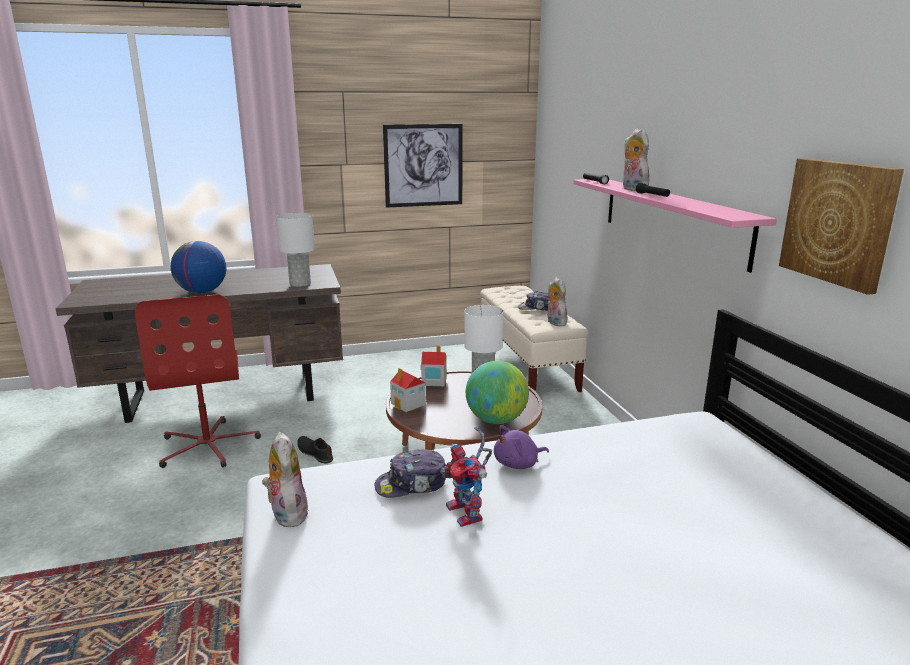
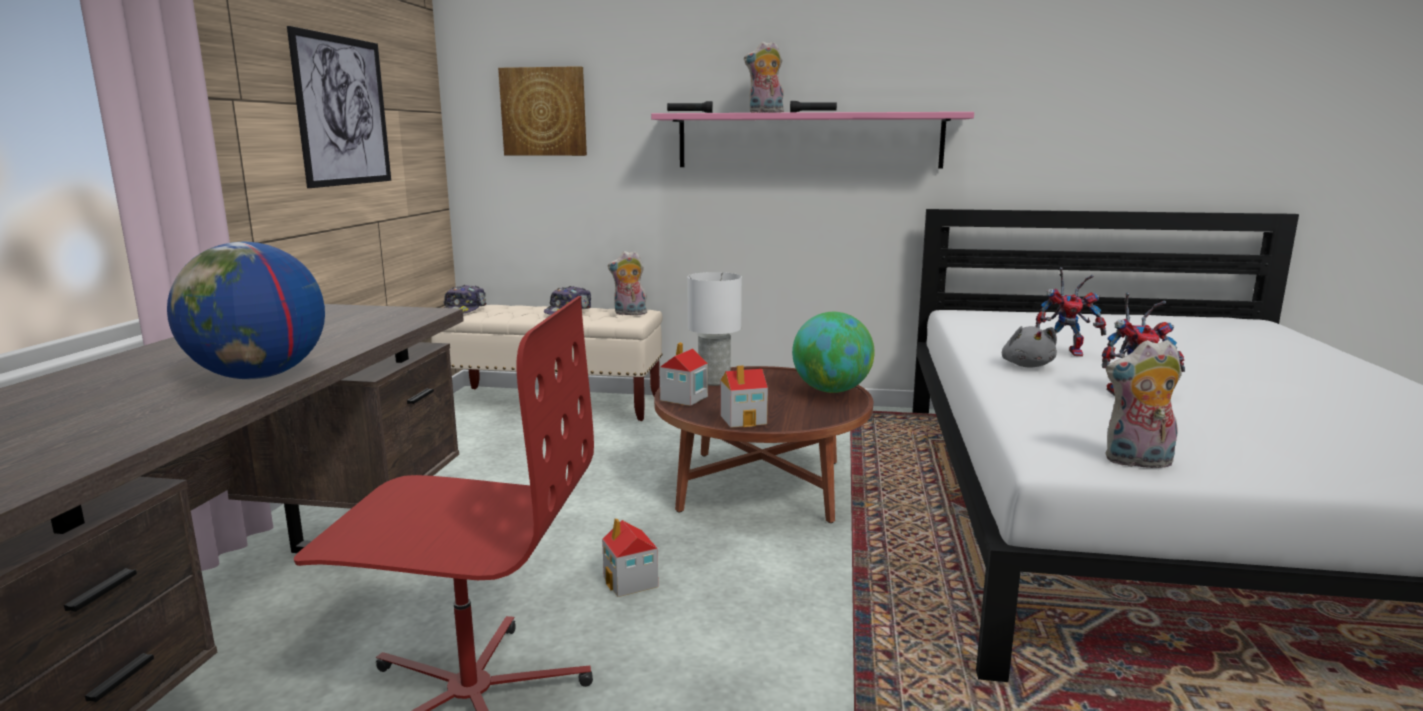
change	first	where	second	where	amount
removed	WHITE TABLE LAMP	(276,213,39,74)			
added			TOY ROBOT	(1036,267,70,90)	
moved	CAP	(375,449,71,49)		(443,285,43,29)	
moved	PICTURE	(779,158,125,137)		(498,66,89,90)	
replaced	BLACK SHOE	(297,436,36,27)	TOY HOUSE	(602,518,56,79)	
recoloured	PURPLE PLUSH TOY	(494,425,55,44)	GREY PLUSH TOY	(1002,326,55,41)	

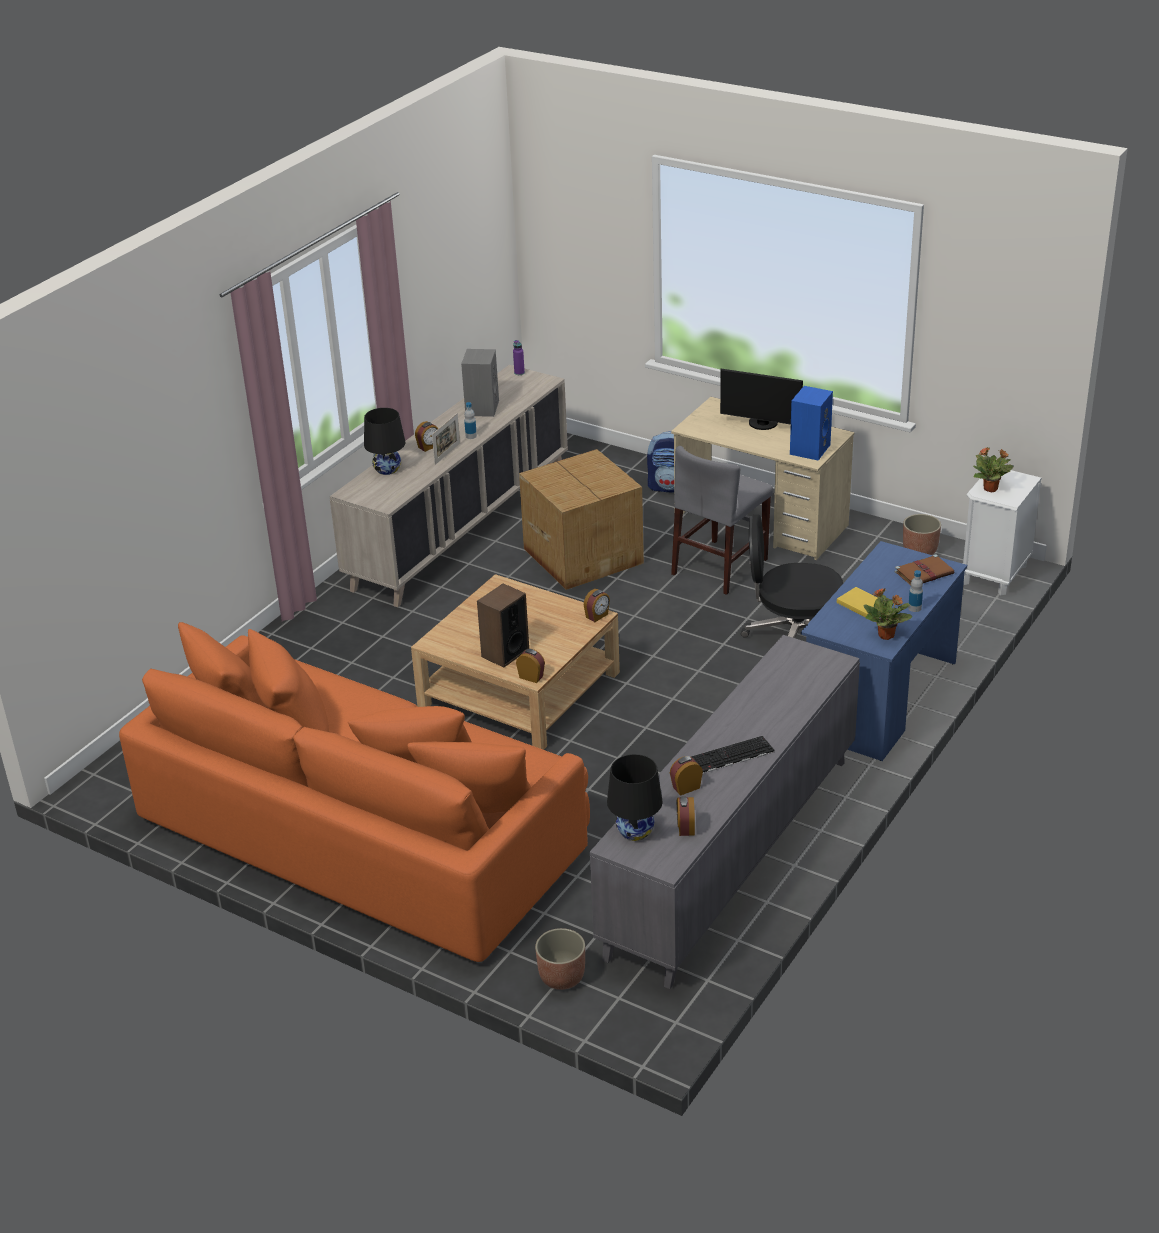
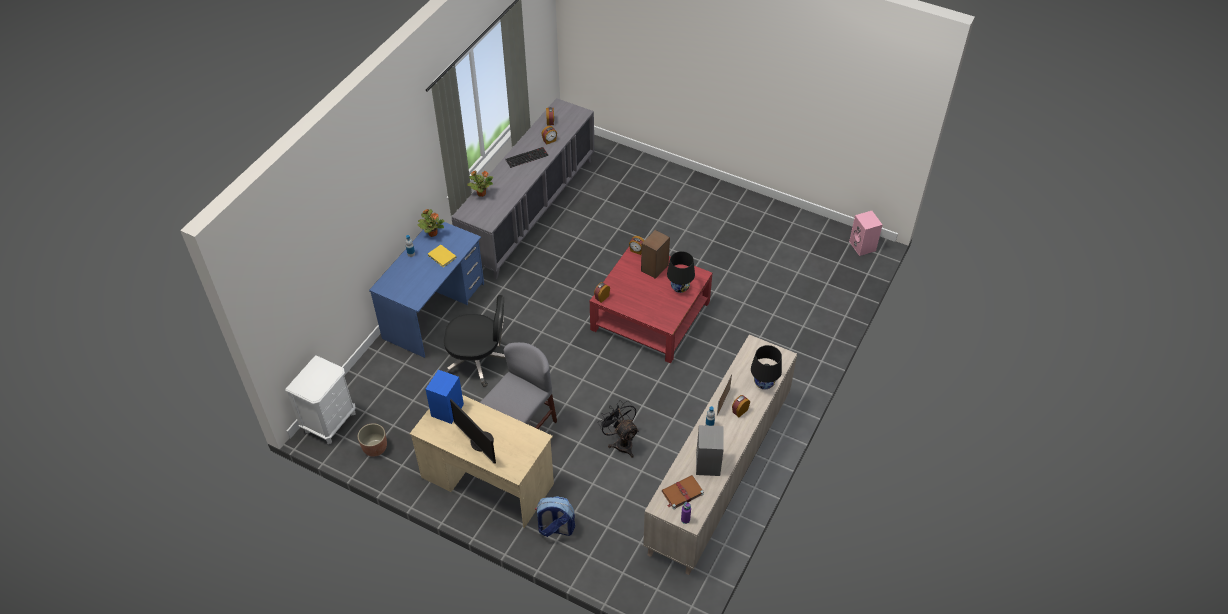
change	first	where	second	where	amount
removed	ORANGE SOFA	(119,622,471,340)			
removed	PLANTER	(535,928,50,62)			
added			PINK SPEAKER	(849,211,34,45)	
moved	BLACK TABLE LAMP	(607,754,56,87)		(667,251,28,42)	
moved	BROWN BOOK	(895,554,59,32)		(662,475,42,34)	
moved	POTTED PLANT	(973,447,40,45)		(467,170,26,27)	
replaced	CARDBOARD BOX	(519,449,125,141)	BLACK FAN	(598,400,41,58)	
recoloured	BEIGE COFFEE TABLE	(411,574,209,176)	RED COFFEE TABLE	(590,247,122,116)	
turned	MONITOR	(720,369,83,61)		(450,399,46,65)	150 degrees counterclockwise

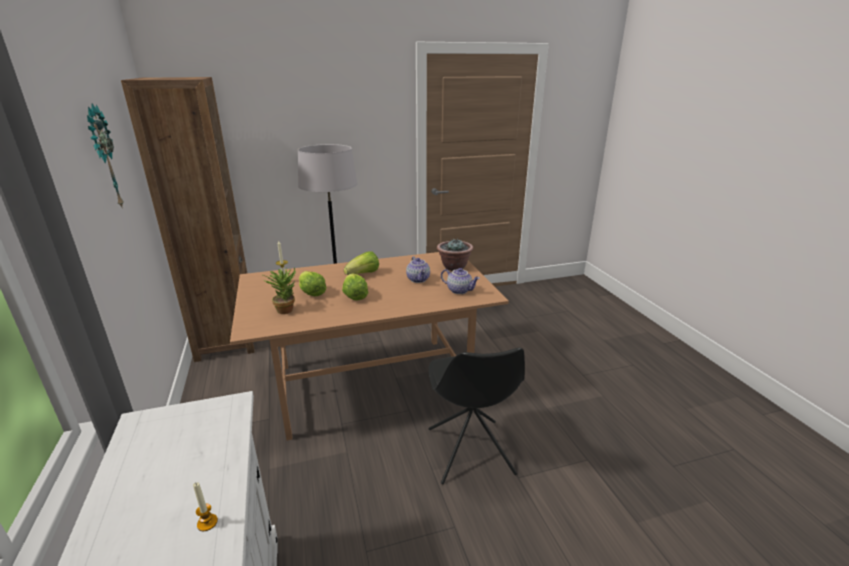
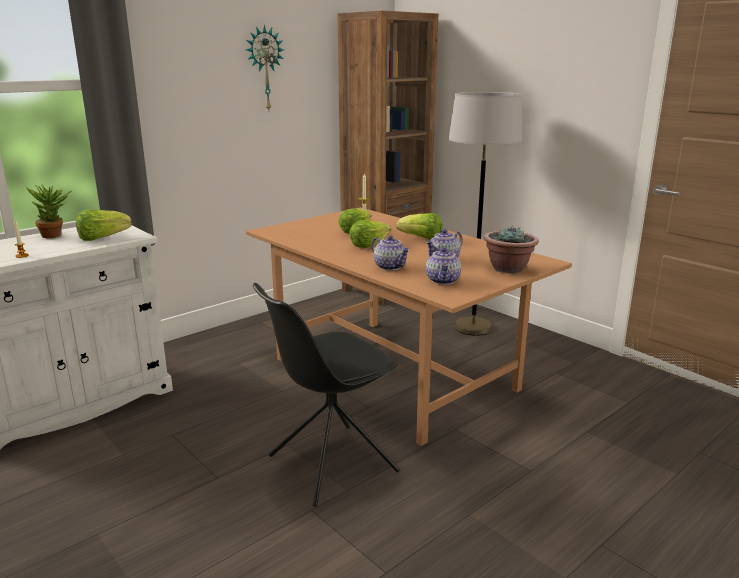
change	first	where	second	where	amount
added			LETTUCE	(76,210,56,31)	
added			TEAPOT	(372,236,38,35)	
moved	POTTED PLANT	(263,267,33,47)		(26,185,46,53)	

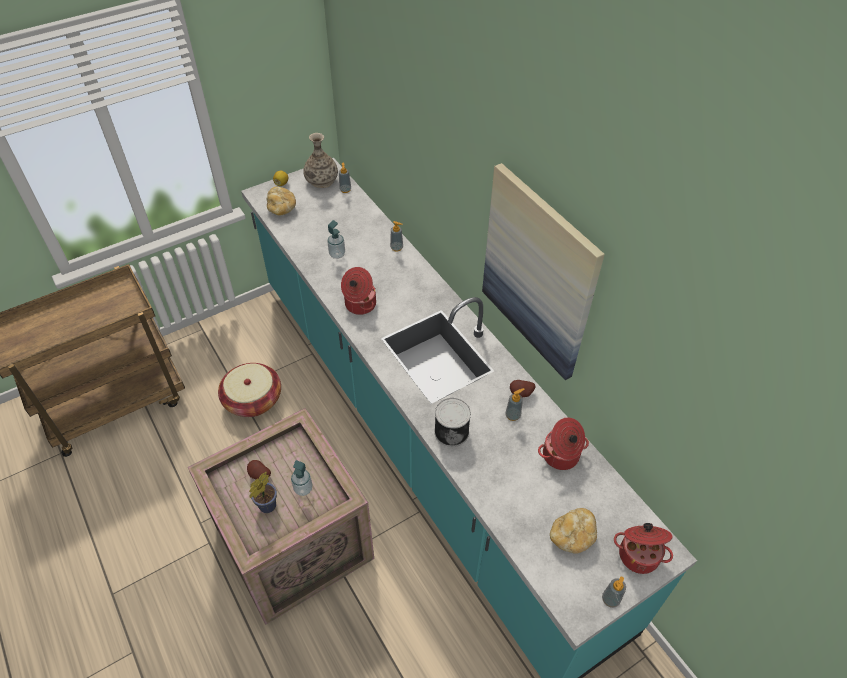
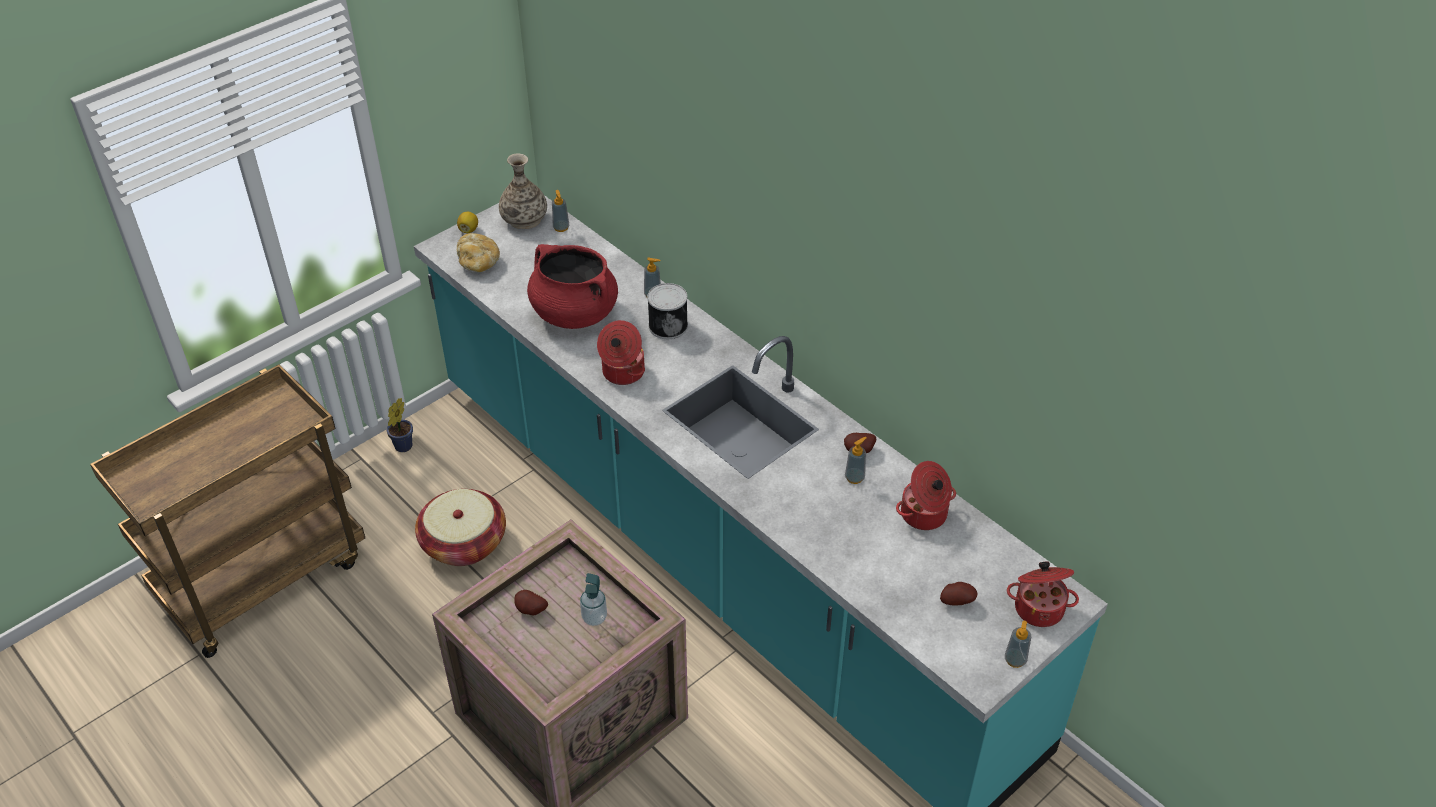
change	first	where	second	where	amount
removed	PICTURE	(482,163,123,217)			
moved	POTTED PLANT	(249,472,28,41)		(386,398,27,54)	
moved	CAN	(434,398,37,49)		(647,283,41,56)	
replaced	SOAP DISPENSER	(327,220,18,39)	RED COOKING POT	(527,244,91,85)	
replaced	BREAD	(550,508,47,46)	POTATO	(940,582,37,23)	

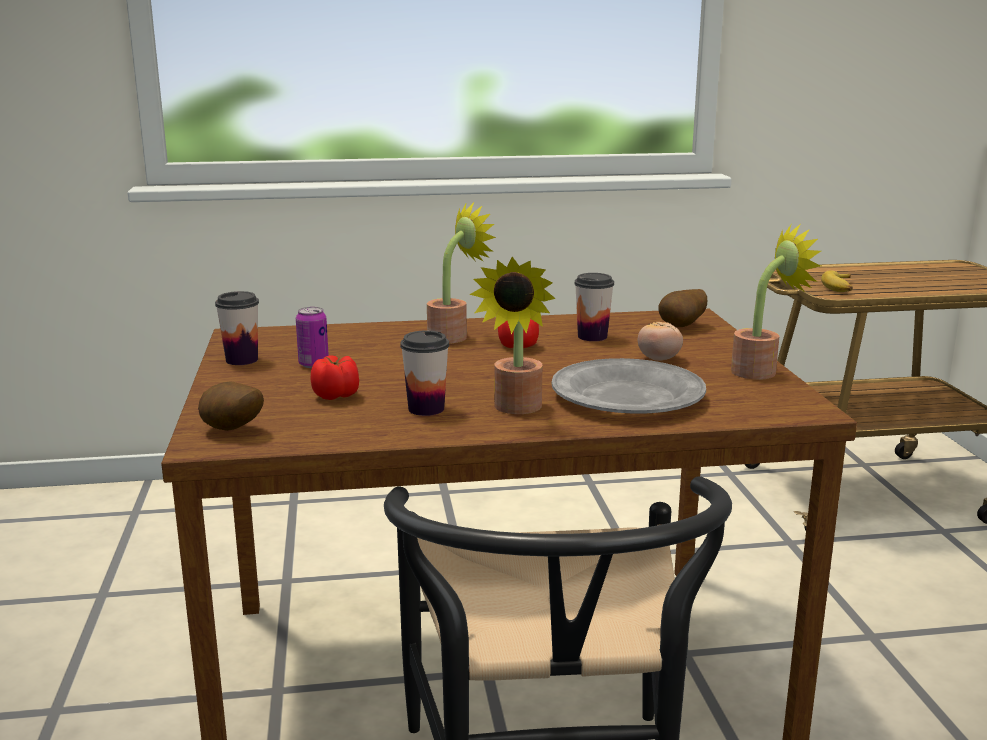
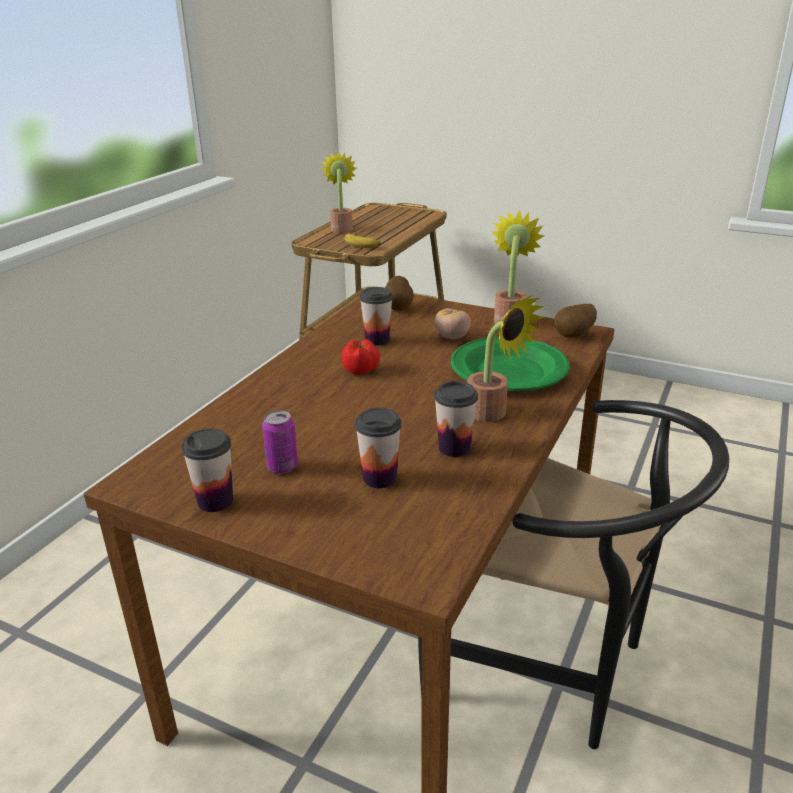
change	first	where	second	where	amount
moved	POTATO	(198,382,66,49)		(554,304,43,34)	
moved	POTTED PLANT	(427,201,69,143)		(321,151,36,82)	
replaced	TOMATO	(311,355,48,45)	CUP	(355,407,47,81)	
recoloured	GREY PLATE	(551,358,155,56)	GREEN PLATE	(451,337,118,54)	

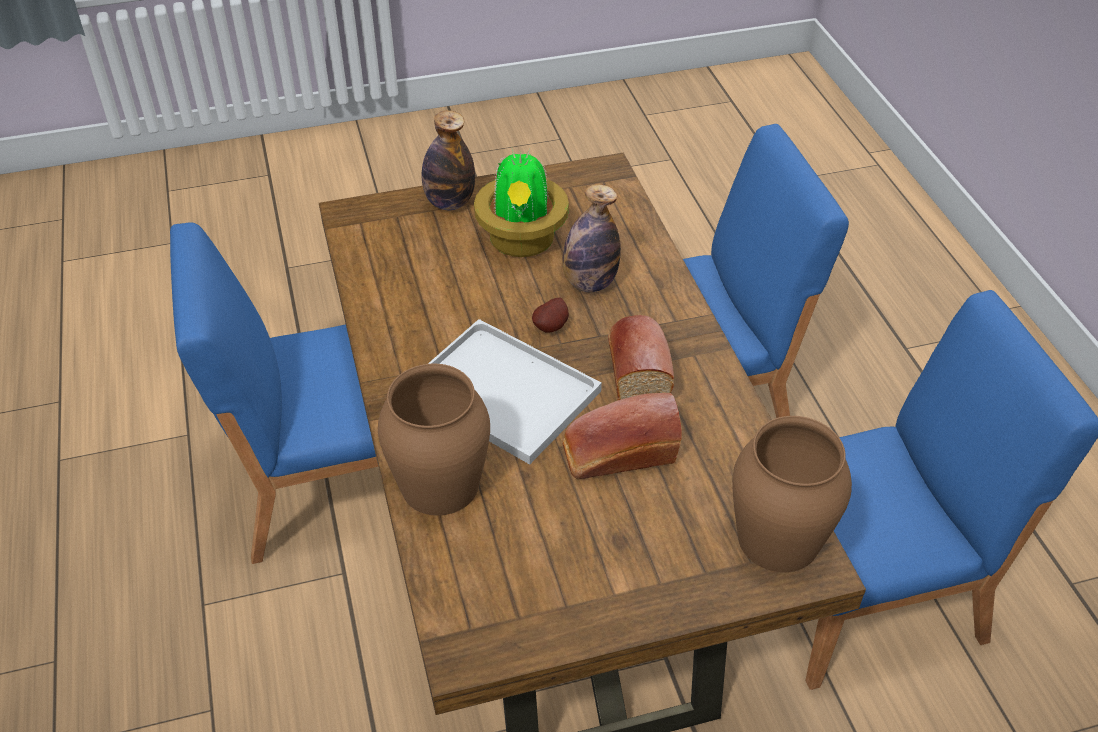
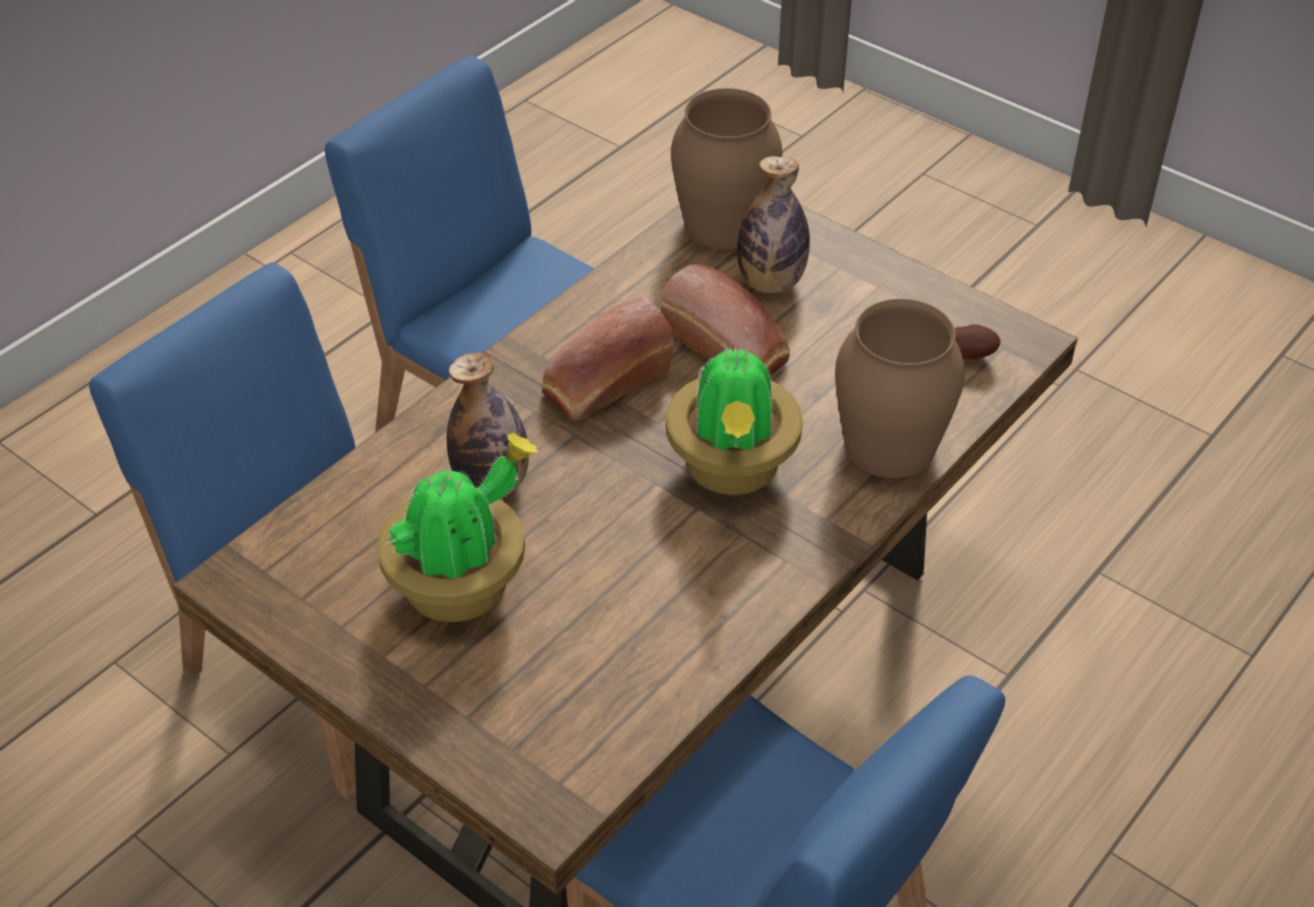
change	first	where	second	where	amount
moved	BOTTLE	(421,110,54,100)		(737,156,73,137)	
moved	POTATO	(532,298,37,35)		(954,324,47,35)	
replaced	WHITE TRAY	(428,319,174,145)	POTTED PLANT	(666,344,137,151)	

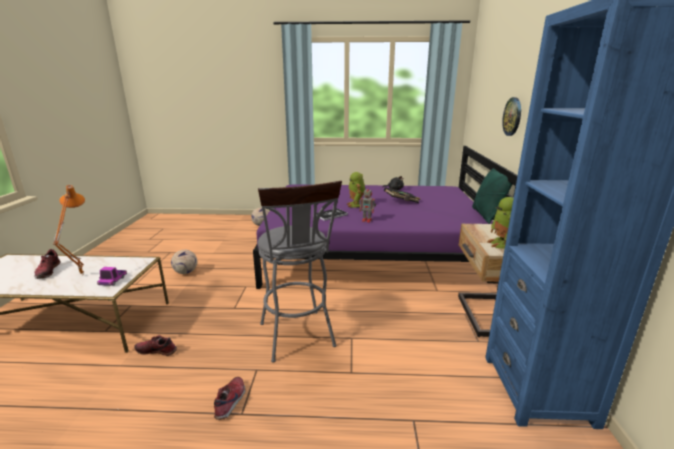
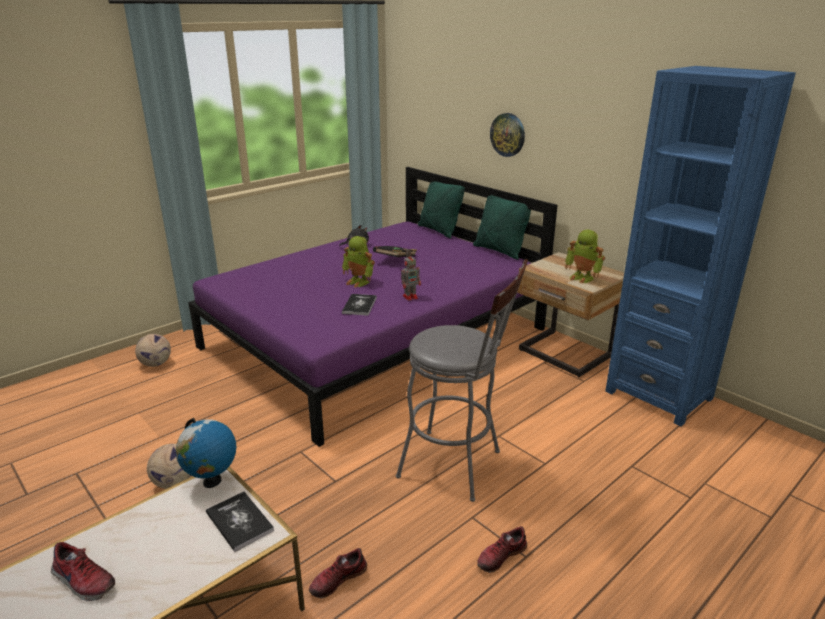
change	first	where	second	where	amount
removed	ORANGE TABLE LAMP	(53,185,32,91)			
added			GLOBE	(176,418,60,70)	
added			GREEN PILLOW	(418,181,47,58)	
replaced	TOY TRUCK	(97,267,30,19)	BOOK	(206,491,68,61)	
turned	SHOE	(214,377,32,43)		(477,526,50,47)	90 degrees counterclockwise

